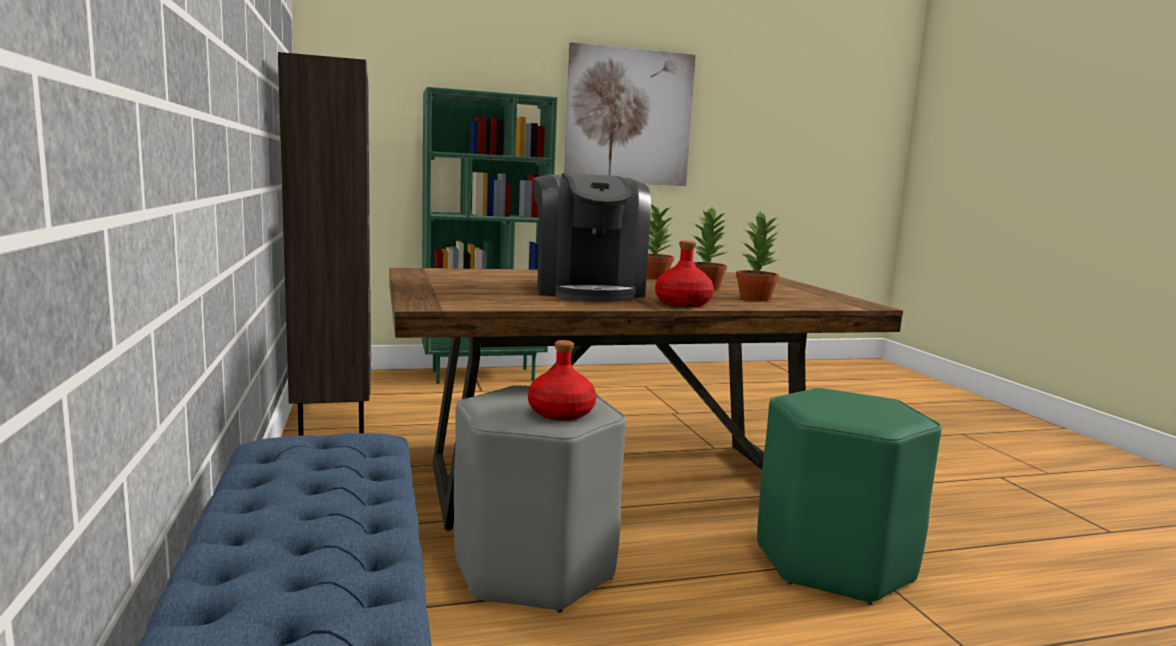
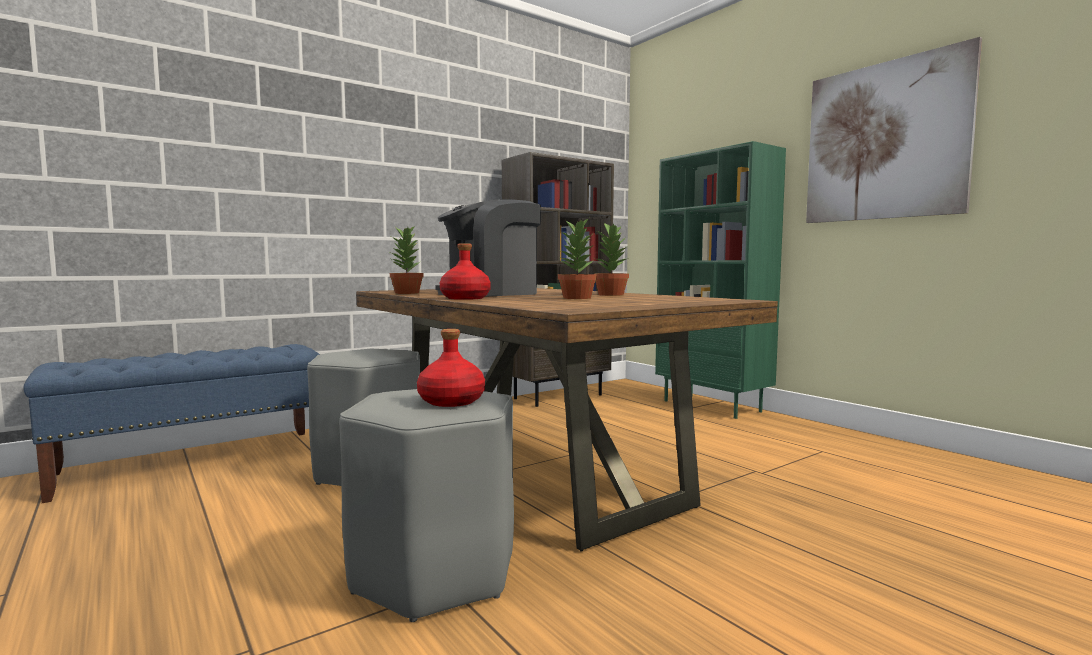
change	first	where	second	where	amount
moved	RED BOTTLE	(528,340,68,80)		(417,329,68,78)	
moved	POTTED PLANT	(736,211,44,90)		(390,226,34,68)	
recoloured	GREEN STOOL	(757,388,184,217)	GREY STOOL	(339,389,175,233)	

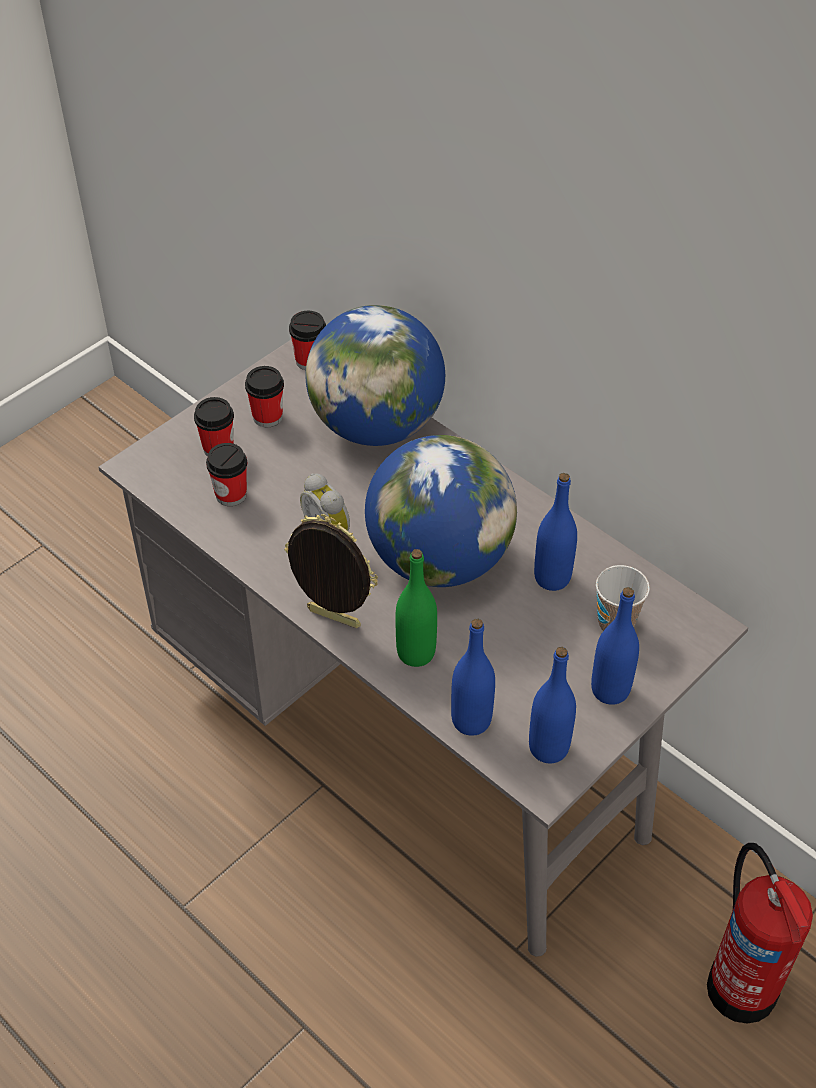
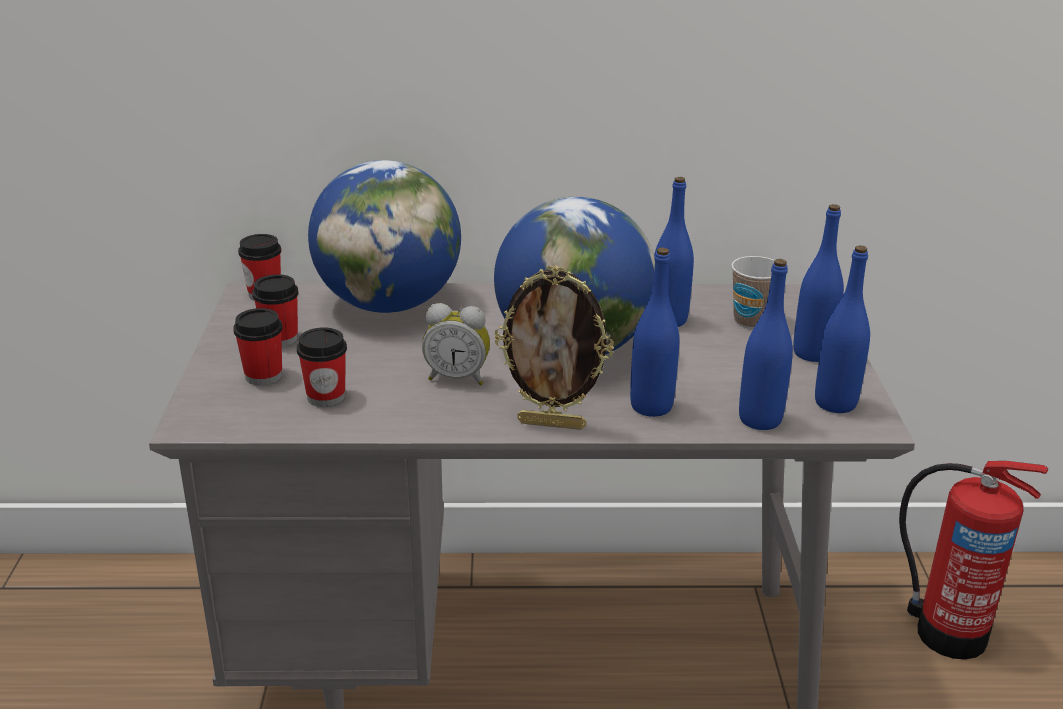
change	first	where	second	where	amount
recoloured	GREEN BOTTLE	(395,549,42,118)	BLUE BOTTLE	(630,248,49,169)	
turned	PICTURE FRAME	(284,514,94,114)		(495,265,119,165)	150 degrees counterclockwise

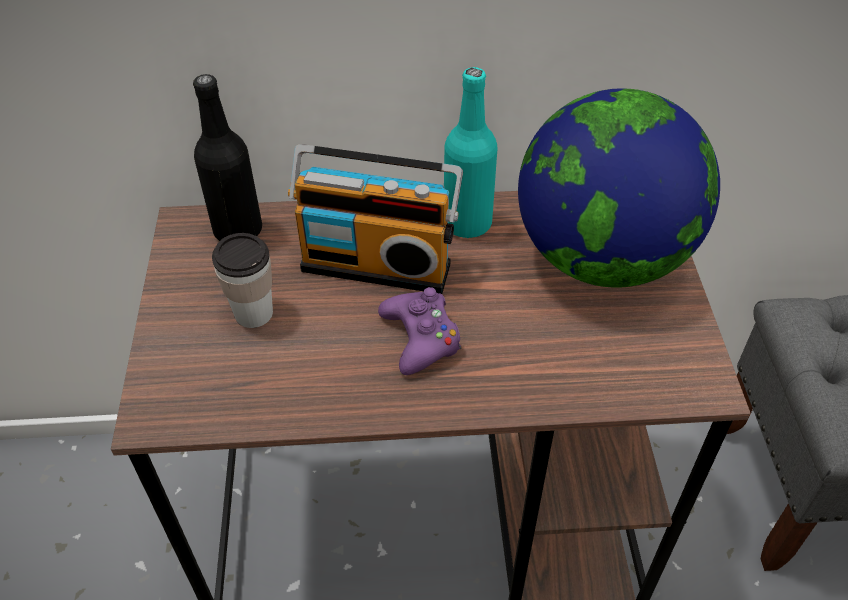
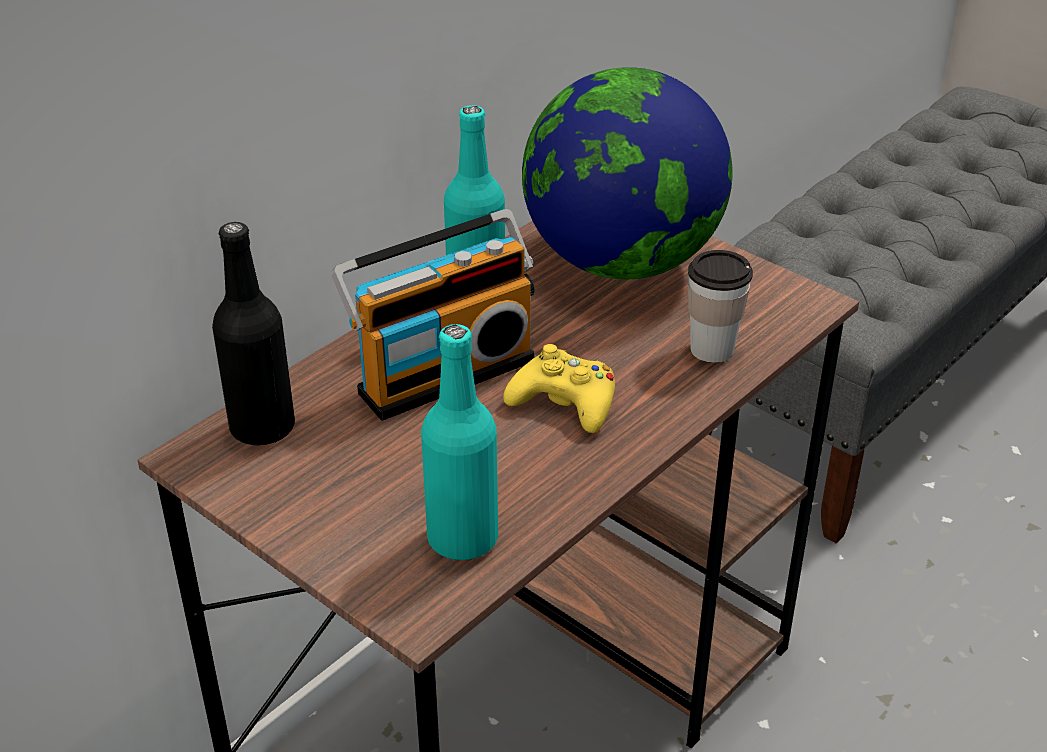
change	first	where	second	where	amount
added			TURQUOISE BOTTLE	(421,324,77,236)	
moved	CUP	(212,233,61,95)		(688,250,65,113)	
recoloured	PURPLE GAME CONTROLLER	(378,287,83,88)	YELLOW GAME CONTROLLER	(503,344,112,89)	

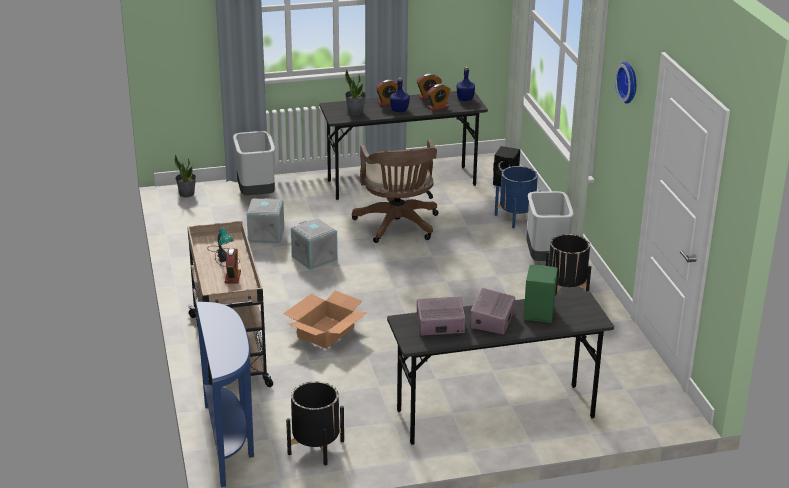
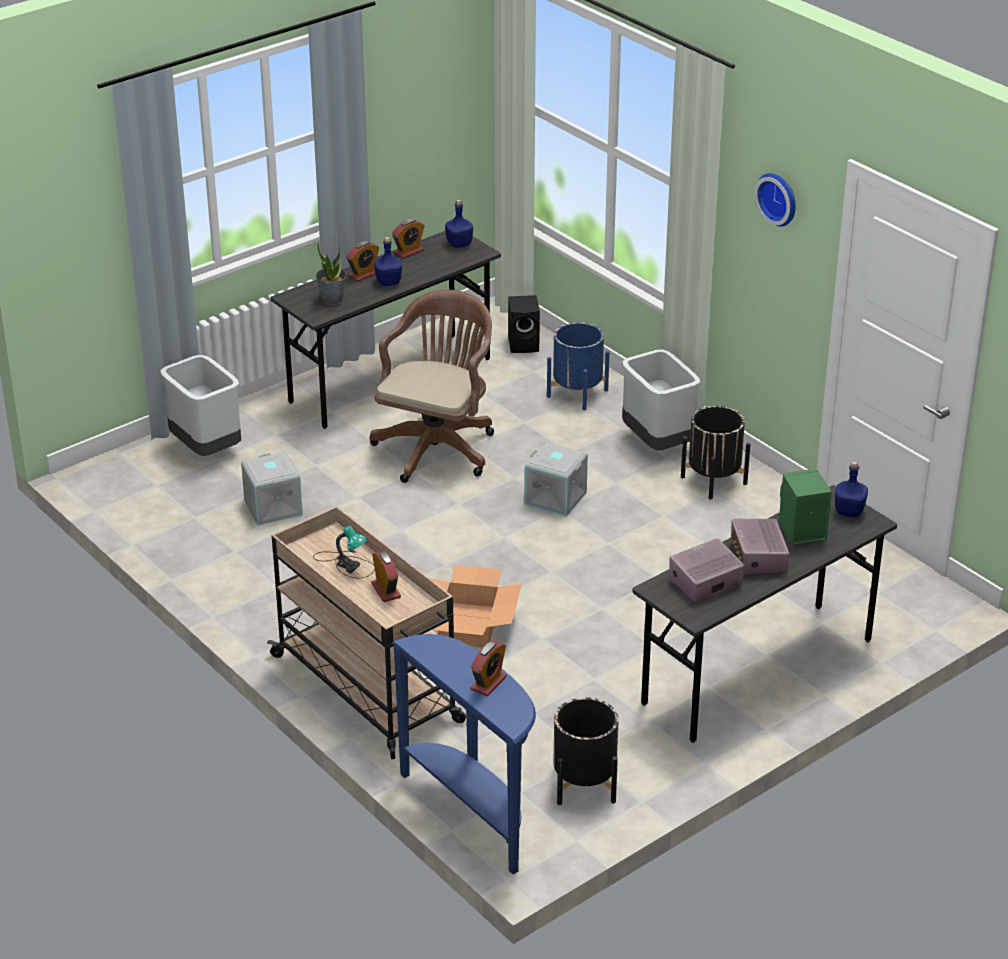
change	first	where	second	where	amount
removed	POTTED PLANT	(174,155,22,43)			
added			BLUE BOTTLE	(835,461,33,56)	
moved	GREY STORAGE BOX	(291,218,47,52)		(525,442,63,75)	
moved	ALARM CLOCK	(427,84,24,27)		(471,641,36,55)	
turned	BROWN OFFICE CHAIR	(352,140,87,103)		(370,290,124,193)	120 degrees counterclockwise

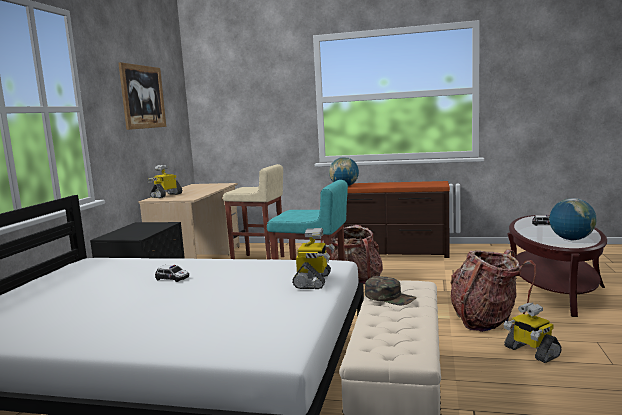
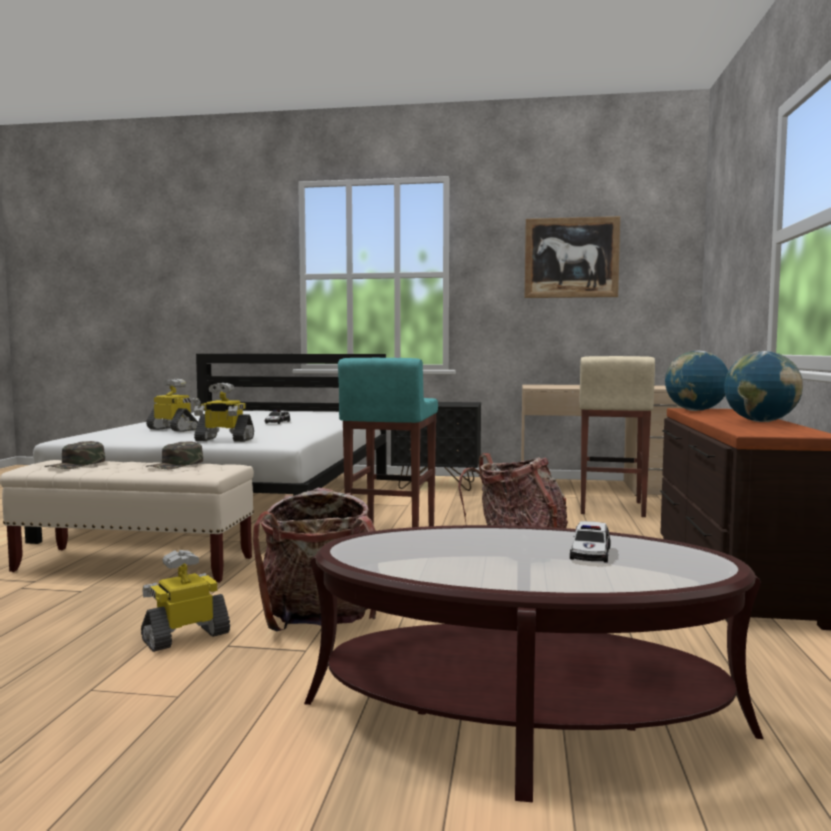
change	first	where	second	where	amount
added			GREEN CAP	(44,441,61,28)	
moved	TOY ROBOT	(148,165,34,33)		(146,379,55,53)	
moved	GLOBE	(549,198,47,42)		(724,351,79,71)	

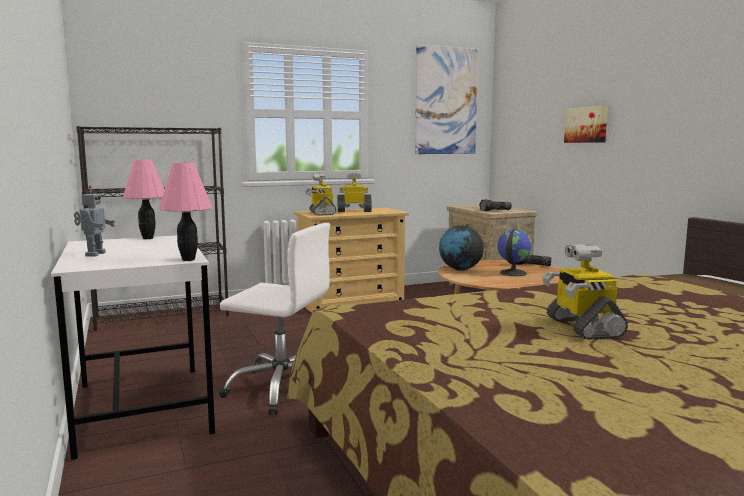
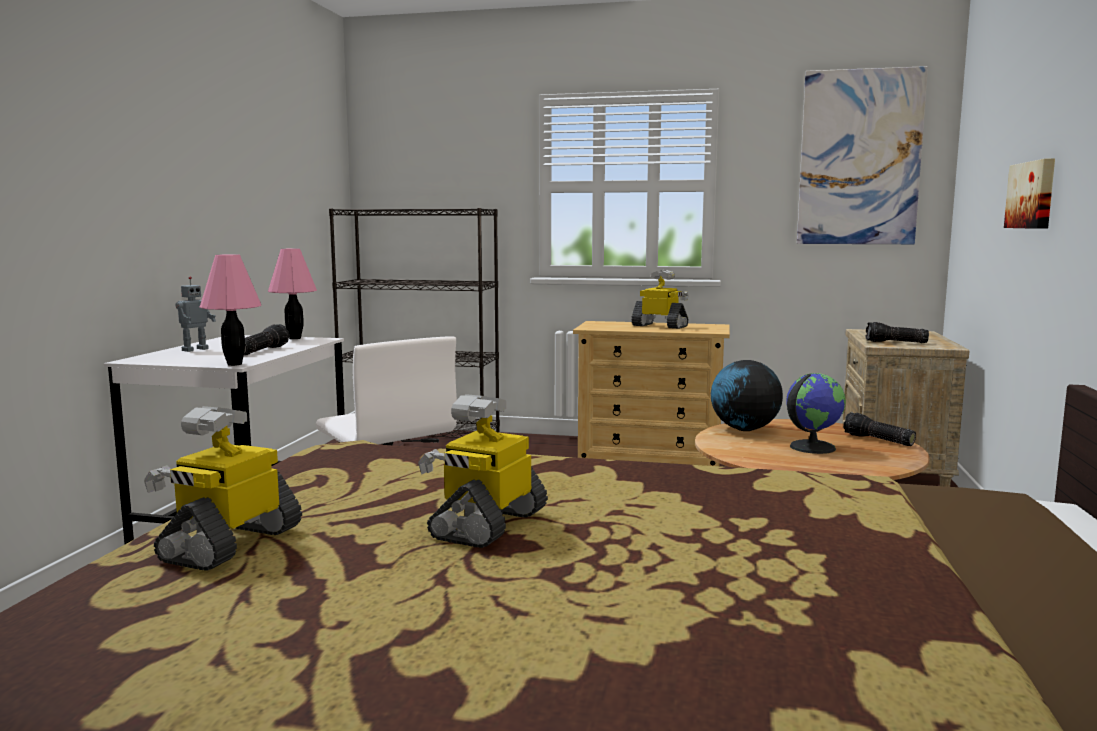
change	first	where	second	where	amount
added			FLASHLIGHT	(244,324,46,32)	
moved	TOY ROBOT	(305,174,31,42)		(144,406,158,165)	

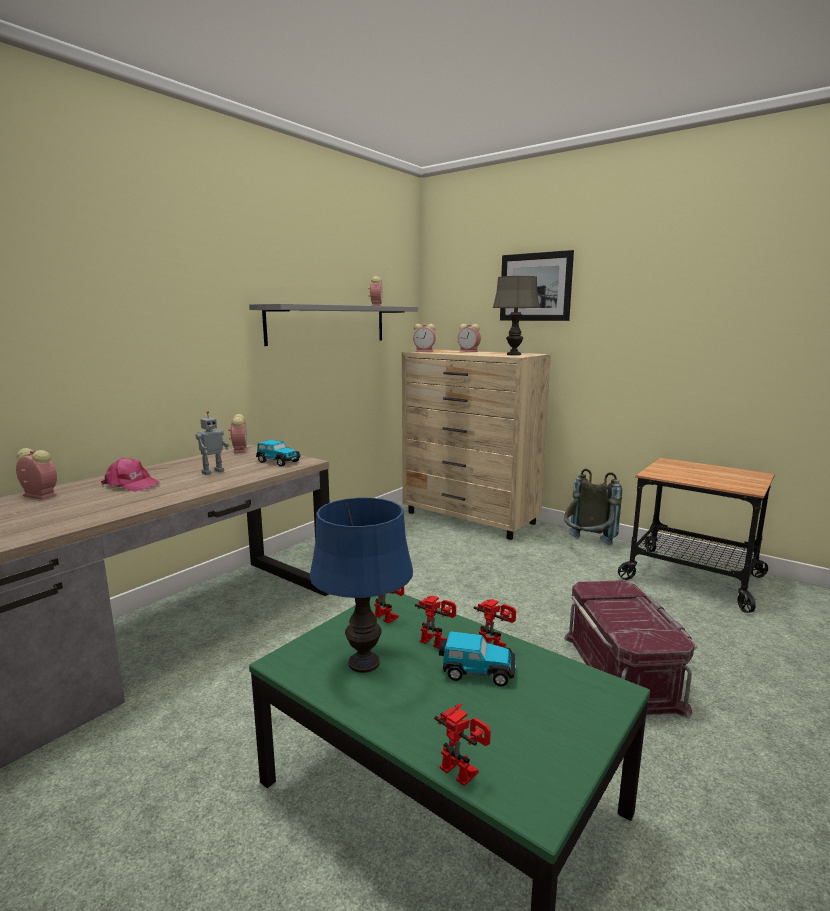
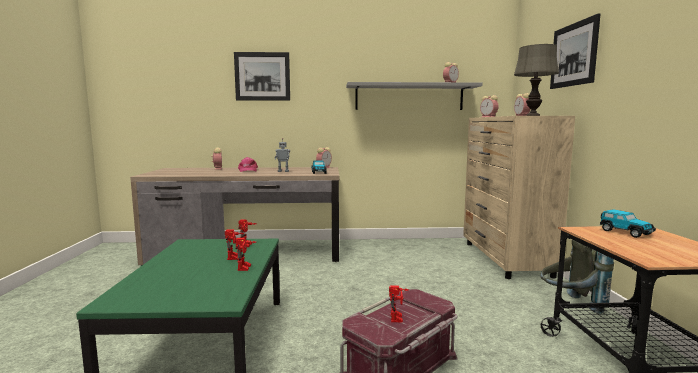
change	first	where	second	where	amount
removed	BLUE TABLE LAMP	(310,498,103,175)			
added			PICTURE	(234,52,56,49)	
moved	TOY ROBOT	(434,704,57,82)		(389,285,20,38)	
moved	TOY CAR	(439,632,77,54)		(599,209,57,29)	

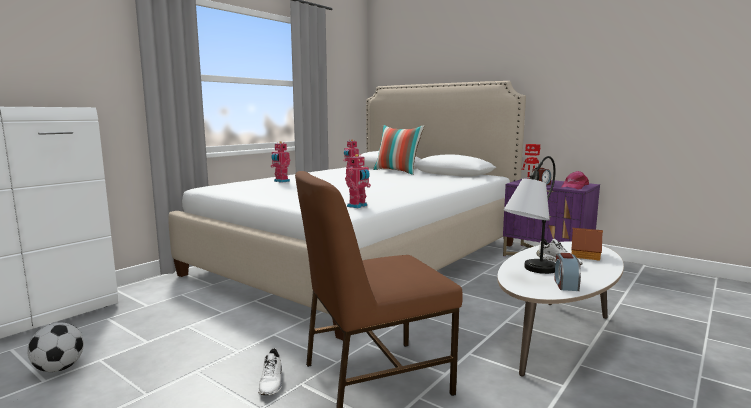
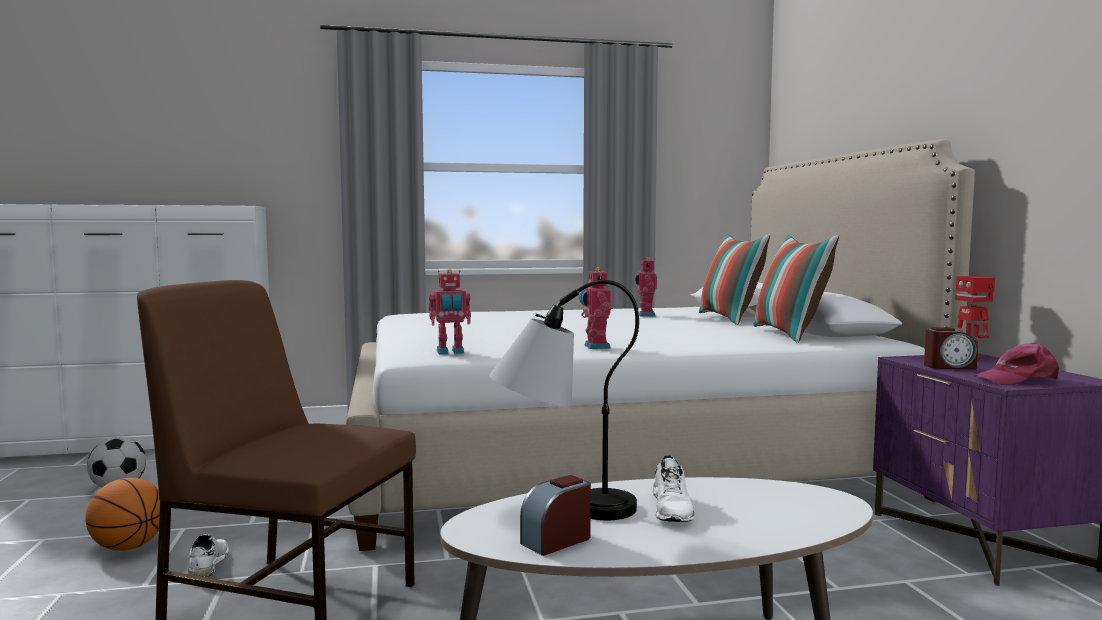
change	first	where	second	where	amount
removed	TOY HOUSE	(571,228,32,33)			
added			BASKETBALL	(85,478,75,73)	
added			PILLOW	(754,235,85,108)	
moved	TOY ROBOT	(271,141,19,42)		(579,267,32,82)	
turned	WHITE SHOE	(258,348,24,47)		(188,534,41,43)	135 degrees clockwise

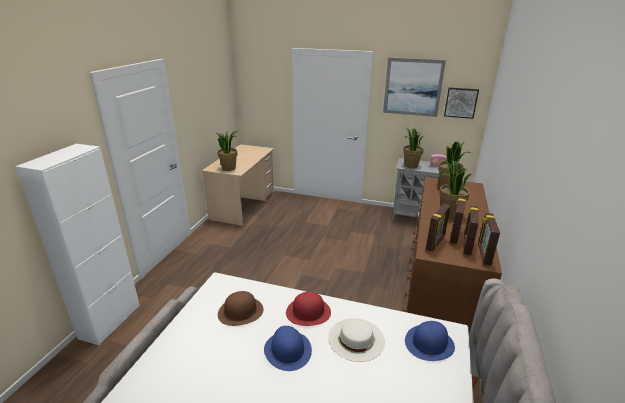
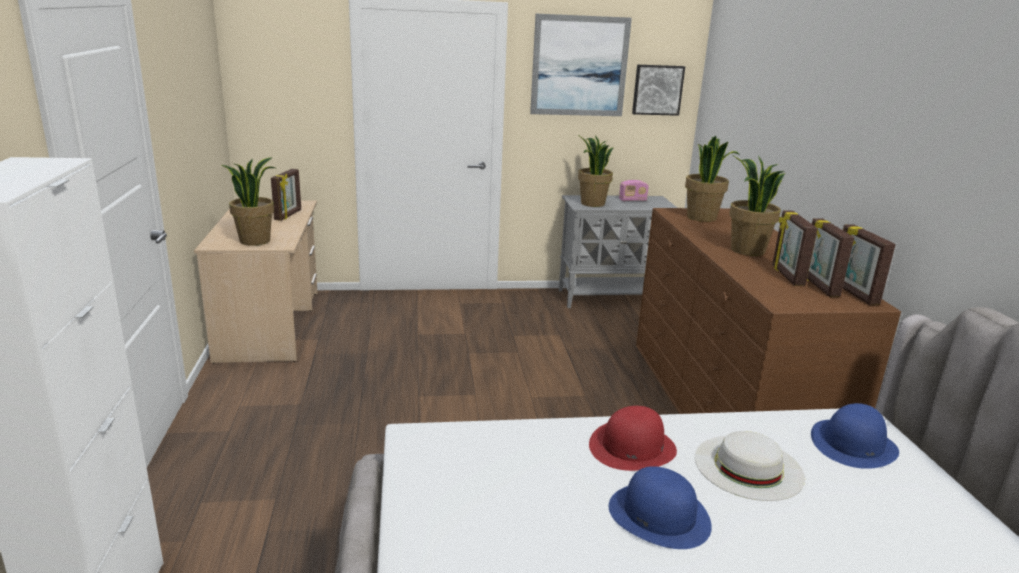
change	first	where	second	where	amount
removed	BROWN HAT	(218,291,46,35)			
moved	PICTURE FRAME	(426,204,25,48)		(271,169,30,52)	

